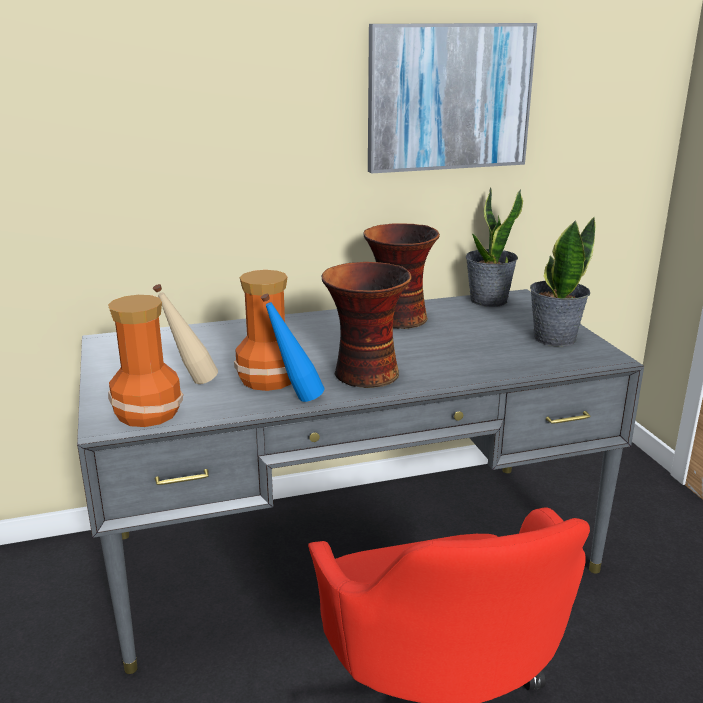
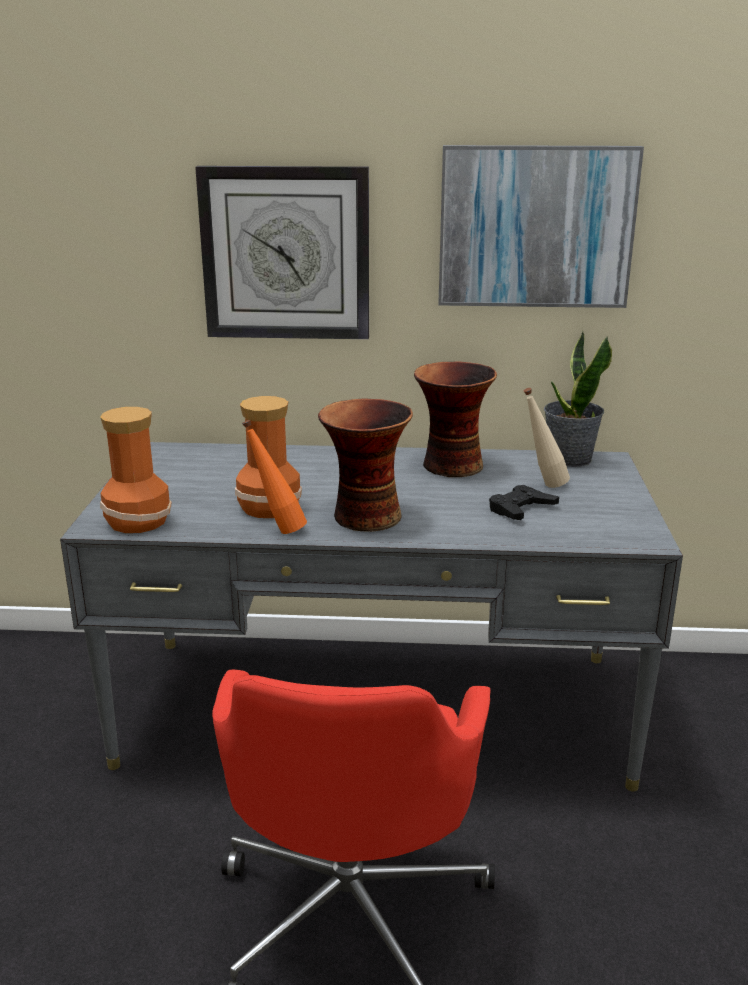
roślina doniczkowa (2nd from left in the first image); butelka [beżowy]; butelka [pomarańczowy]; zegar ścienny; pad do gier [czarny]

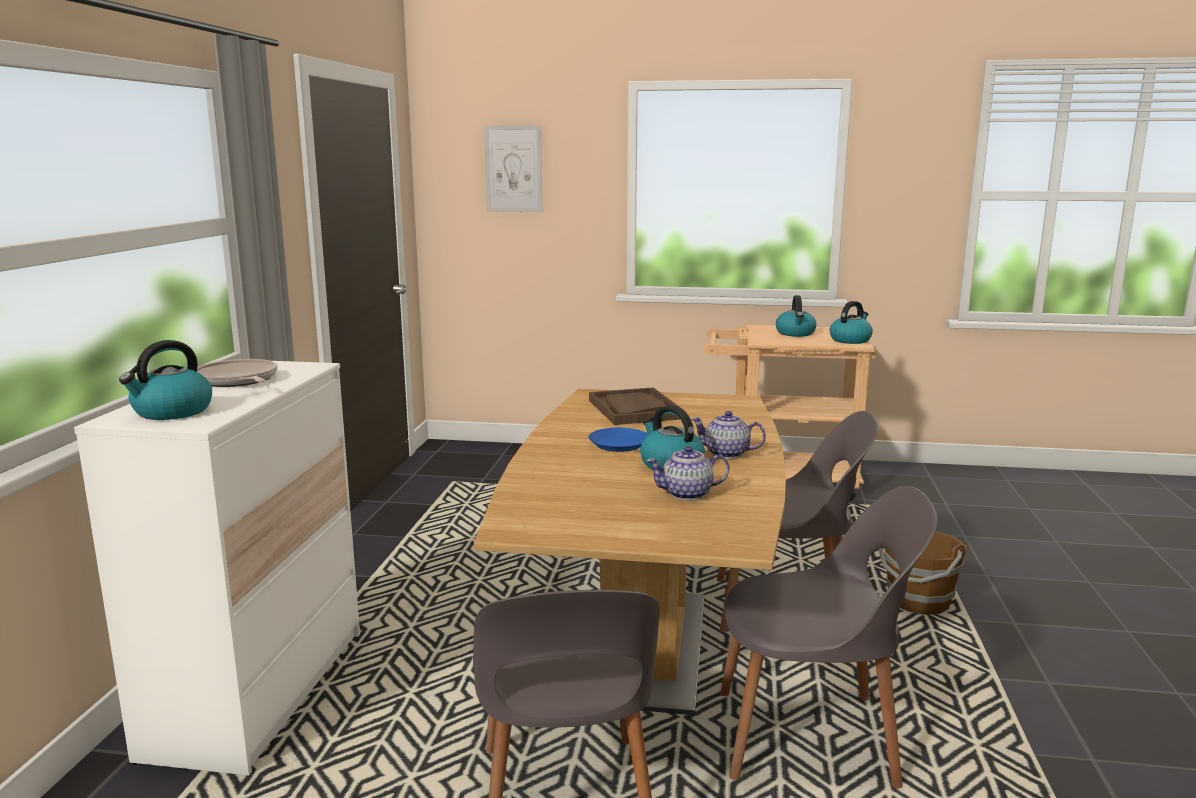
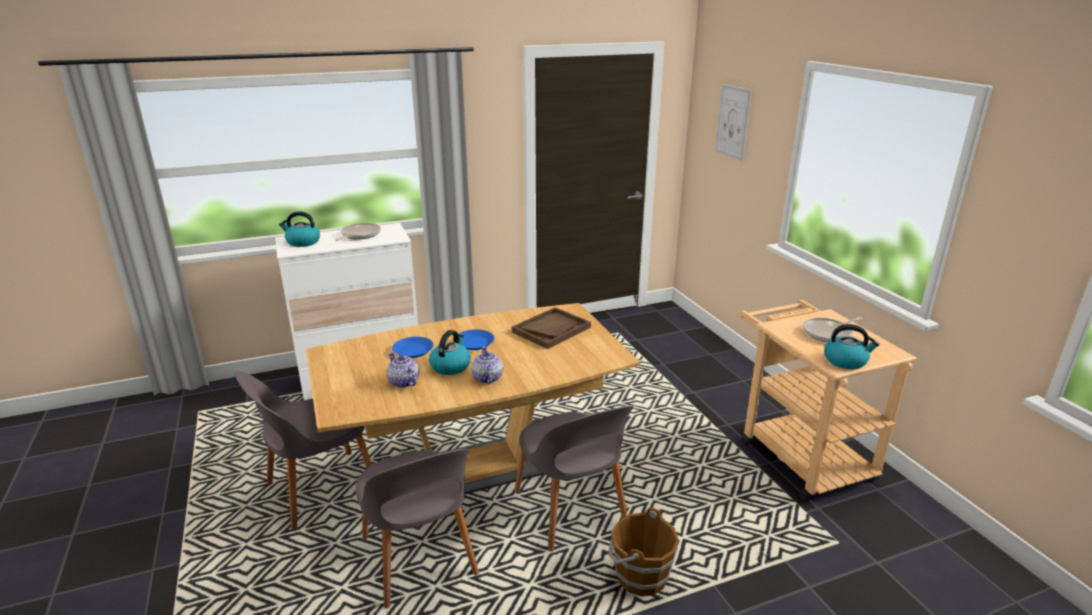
patelnia (2nd from left); talerz [niebieski] (1st from left)

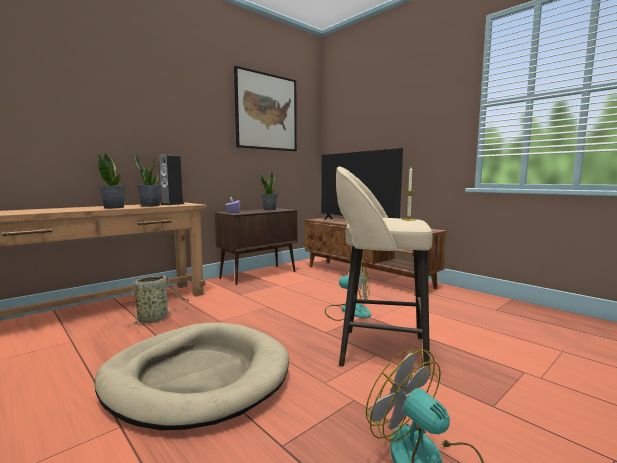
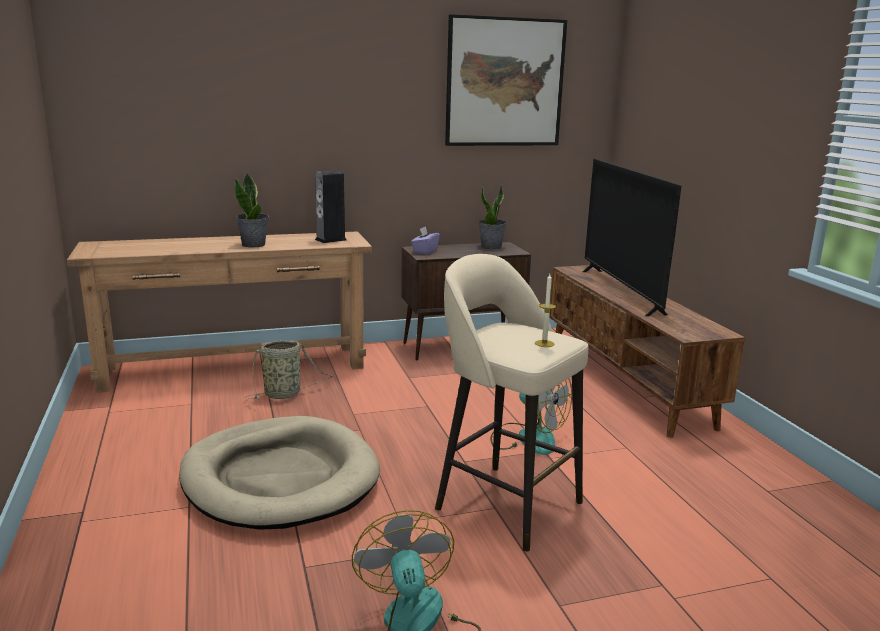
roślina doniczkowa (2nd from left in the first image)

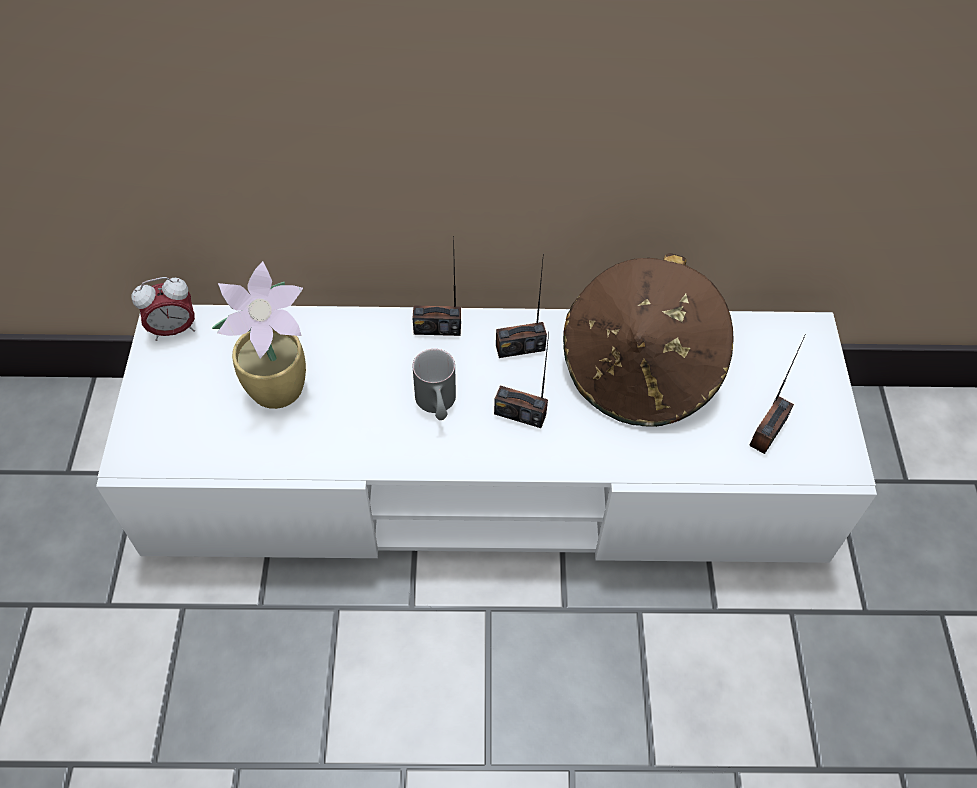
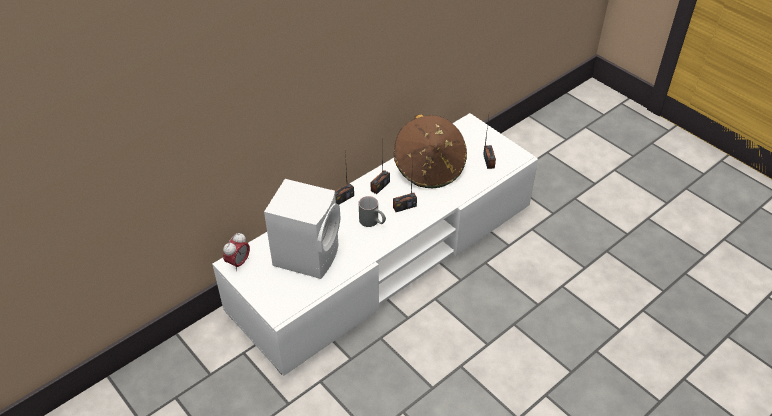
głośnik [biały]

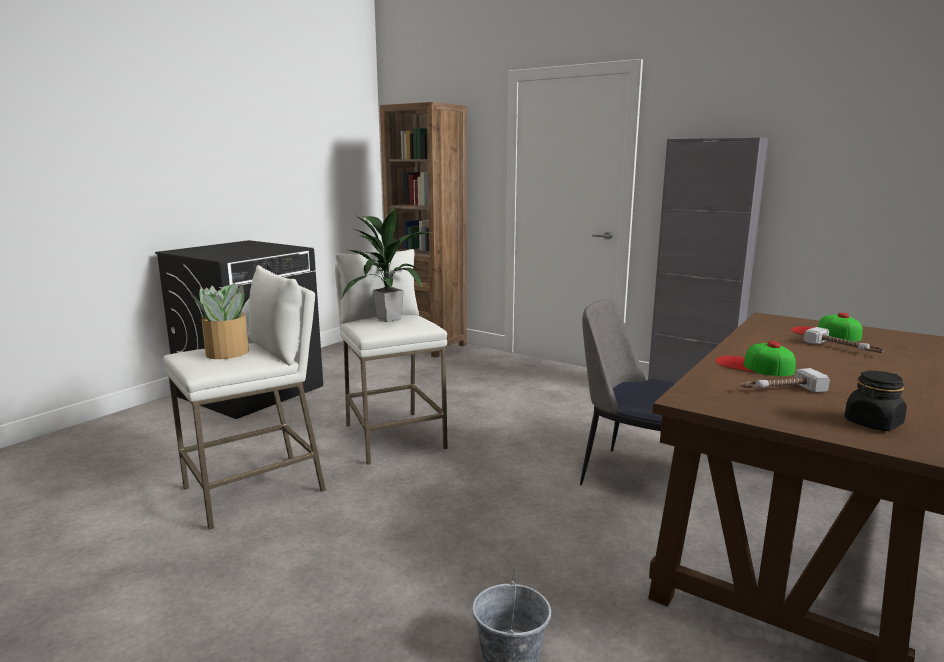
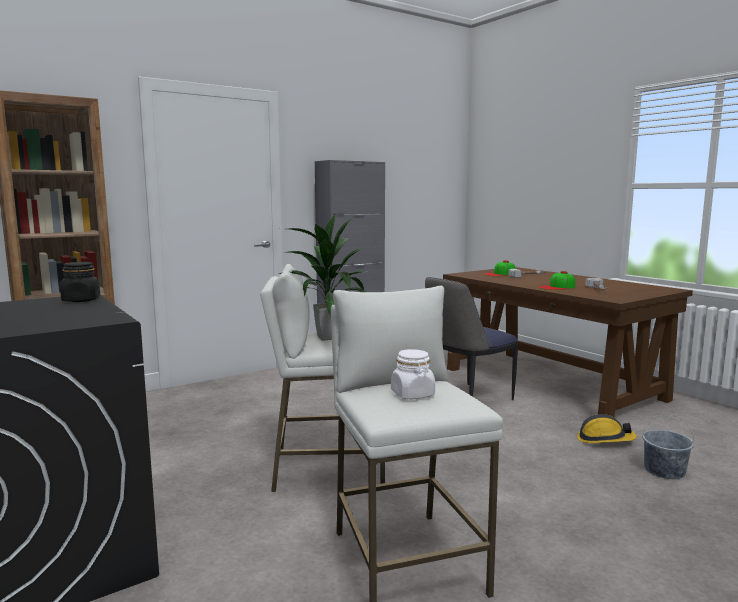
słoik [biały]; słoik [czarny]; kask

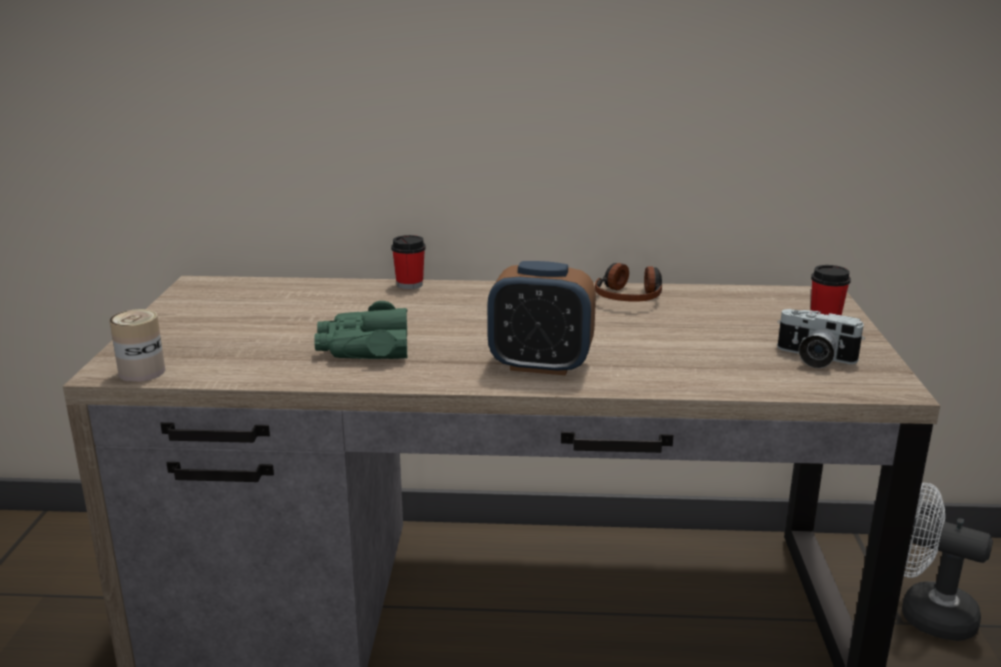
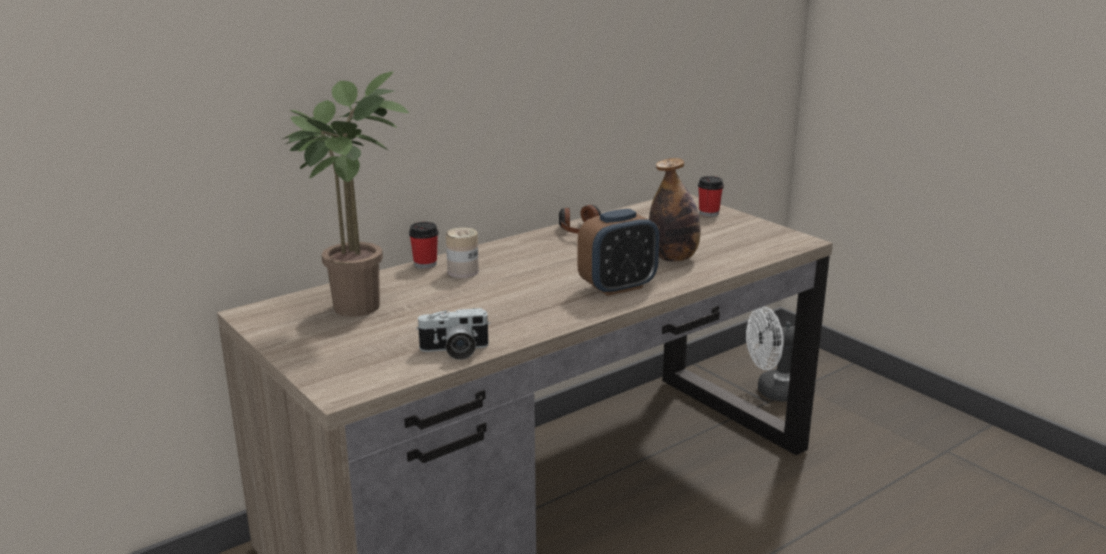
lornetka [zielony]; puszka; aparat fotograficzny; roślina doniczkowa; butelka

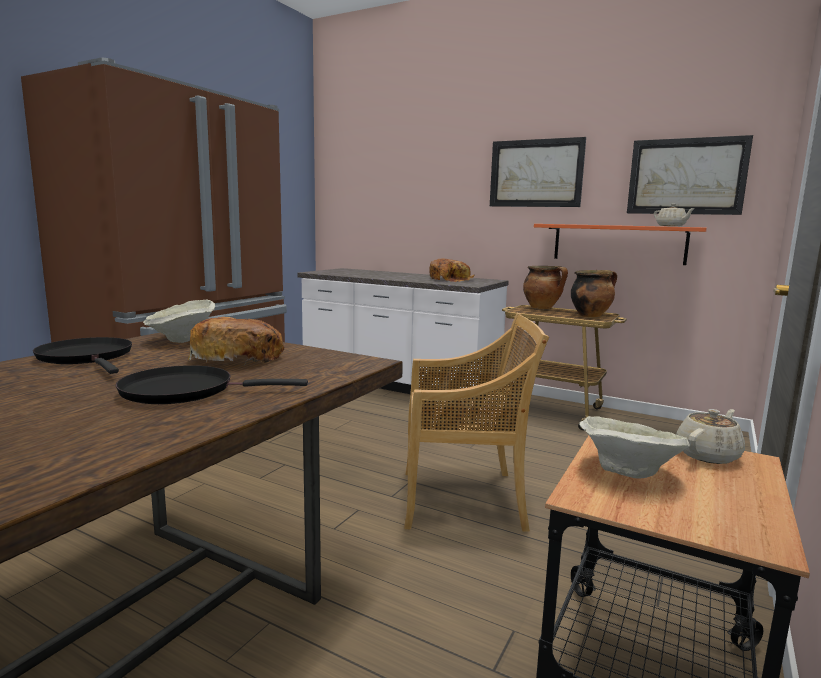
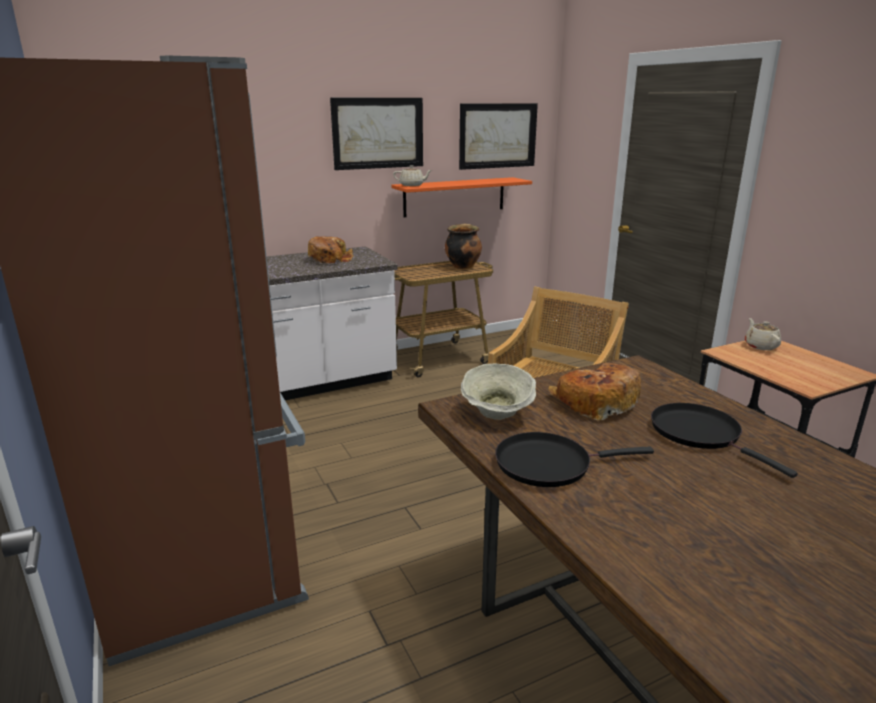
imbryk [beżowy] (1st from left); garnek (1st from left in the first image); patelnia [czarny] (2nd from left); miska [beżowy] (2nd from left in the first image)

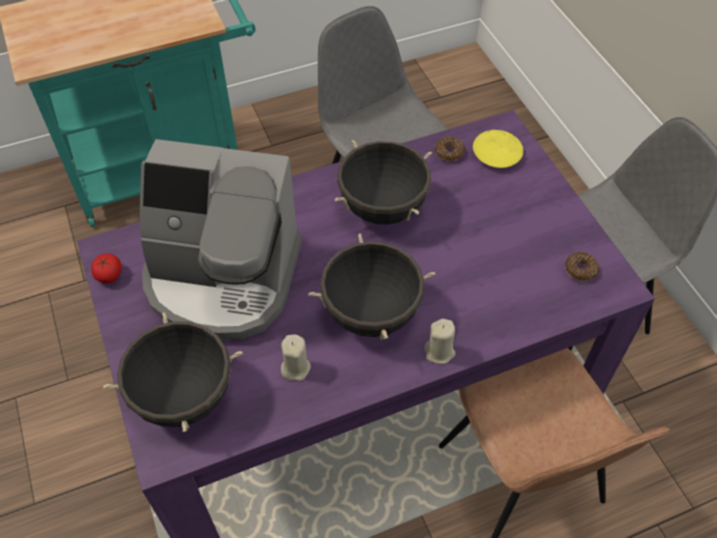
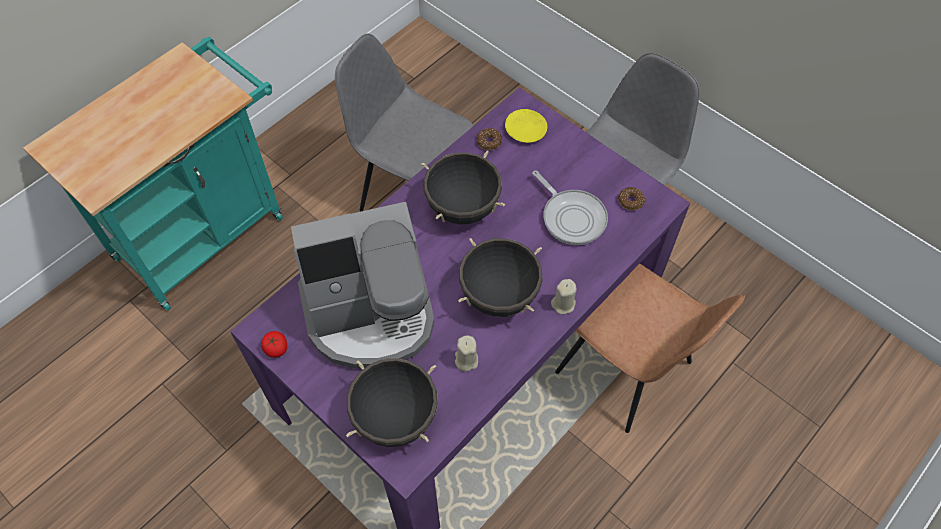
patelnia

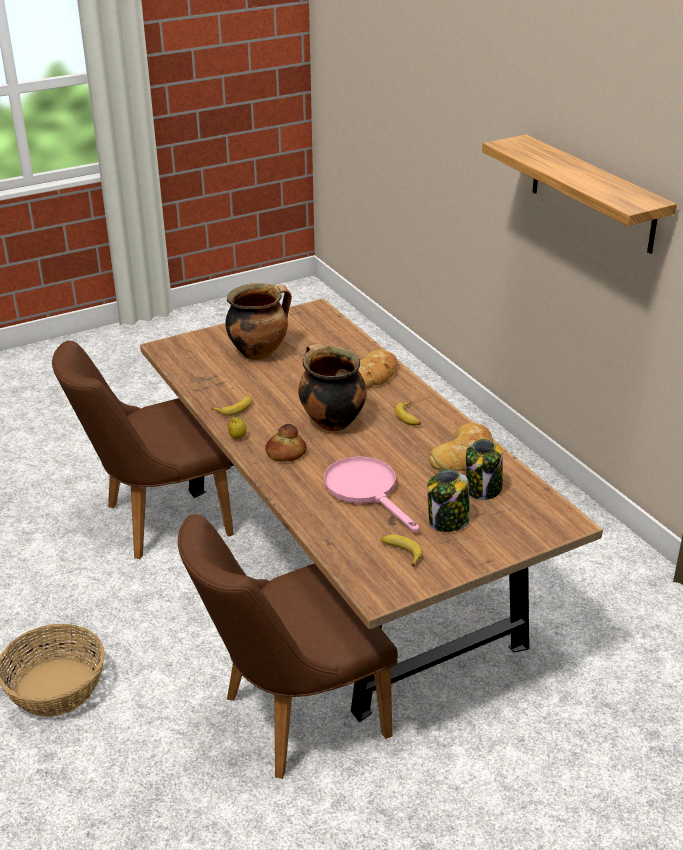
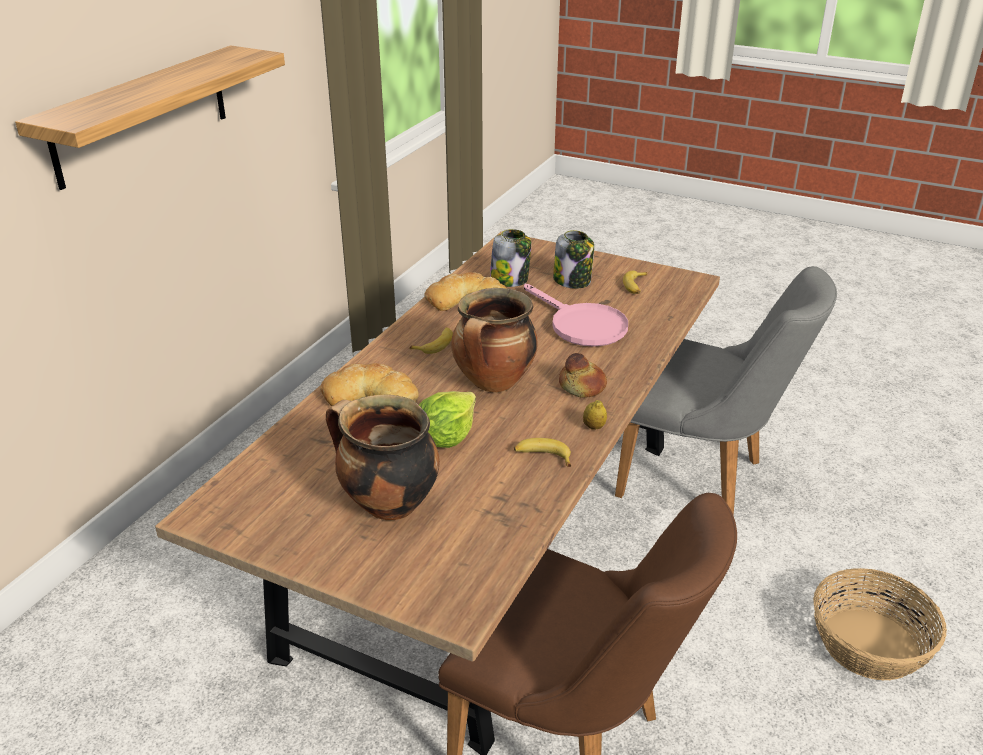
patelnia [różowy]; krzesło [szary]; sałata

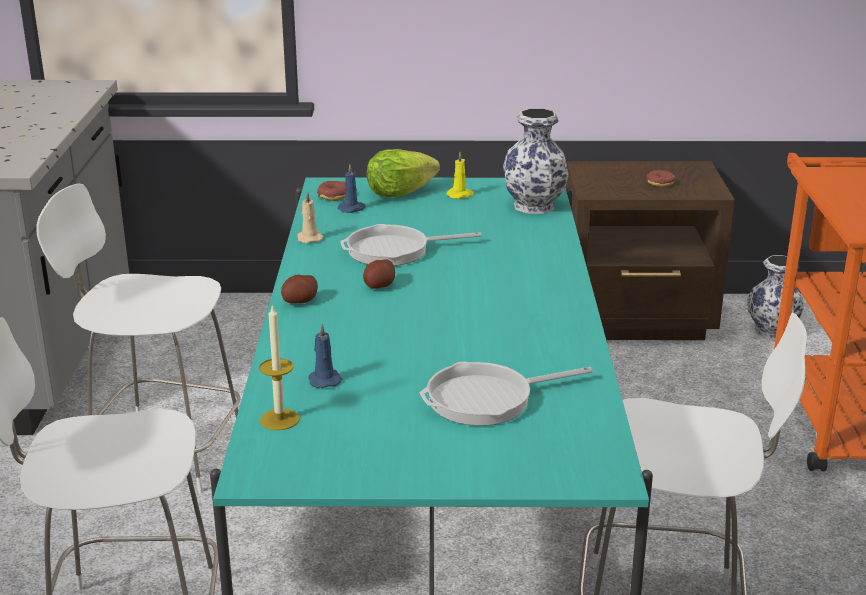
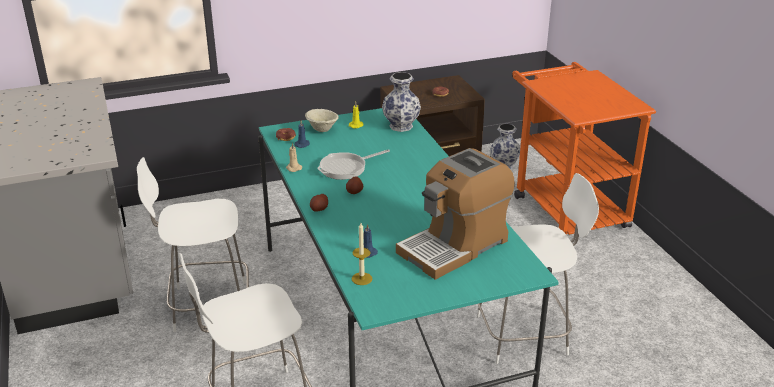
miska [beżowy]; ekspres do kawy

